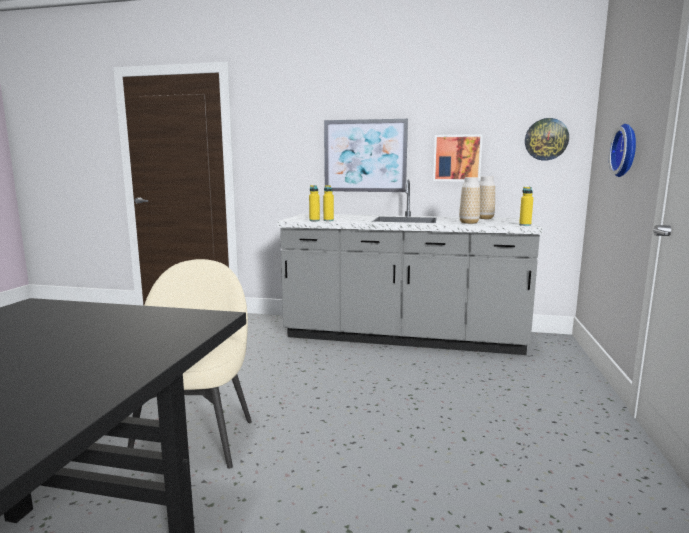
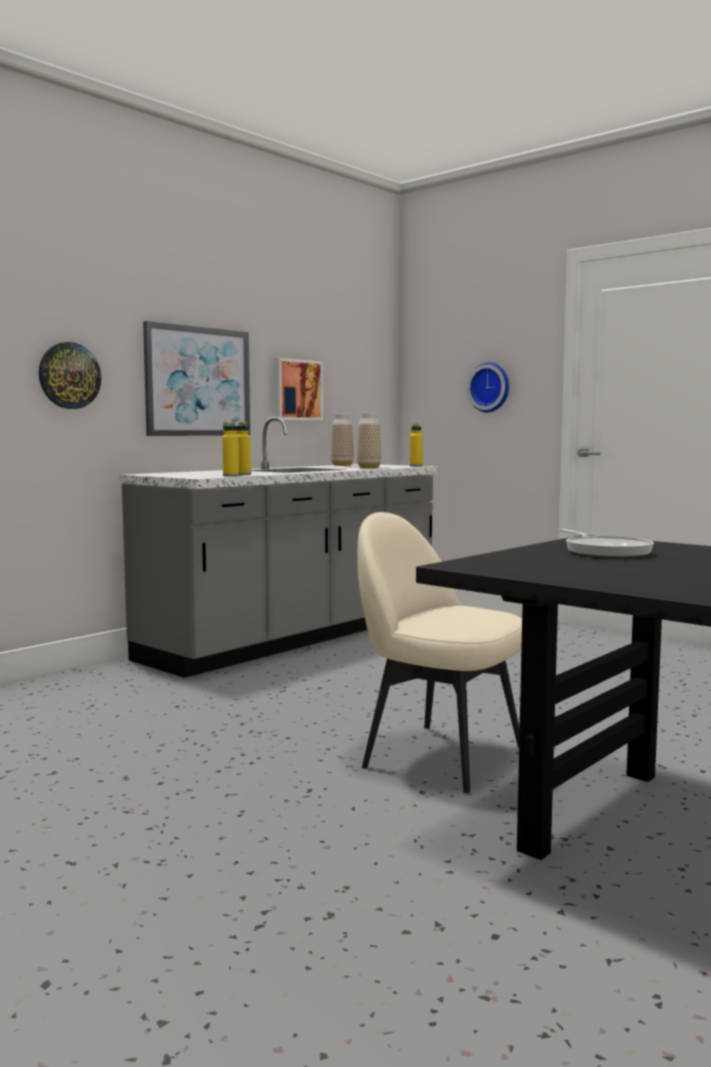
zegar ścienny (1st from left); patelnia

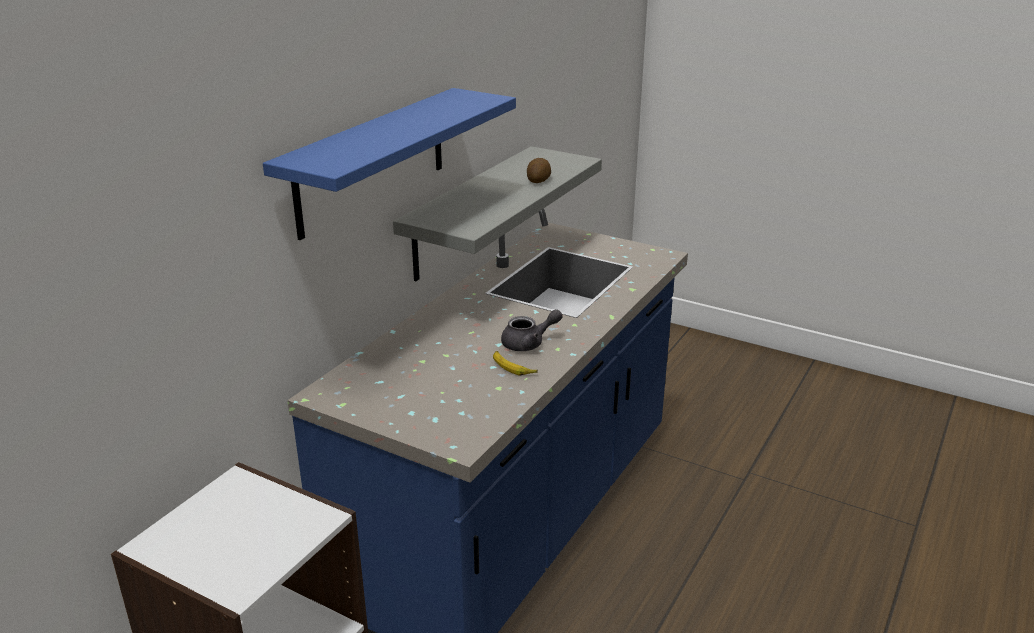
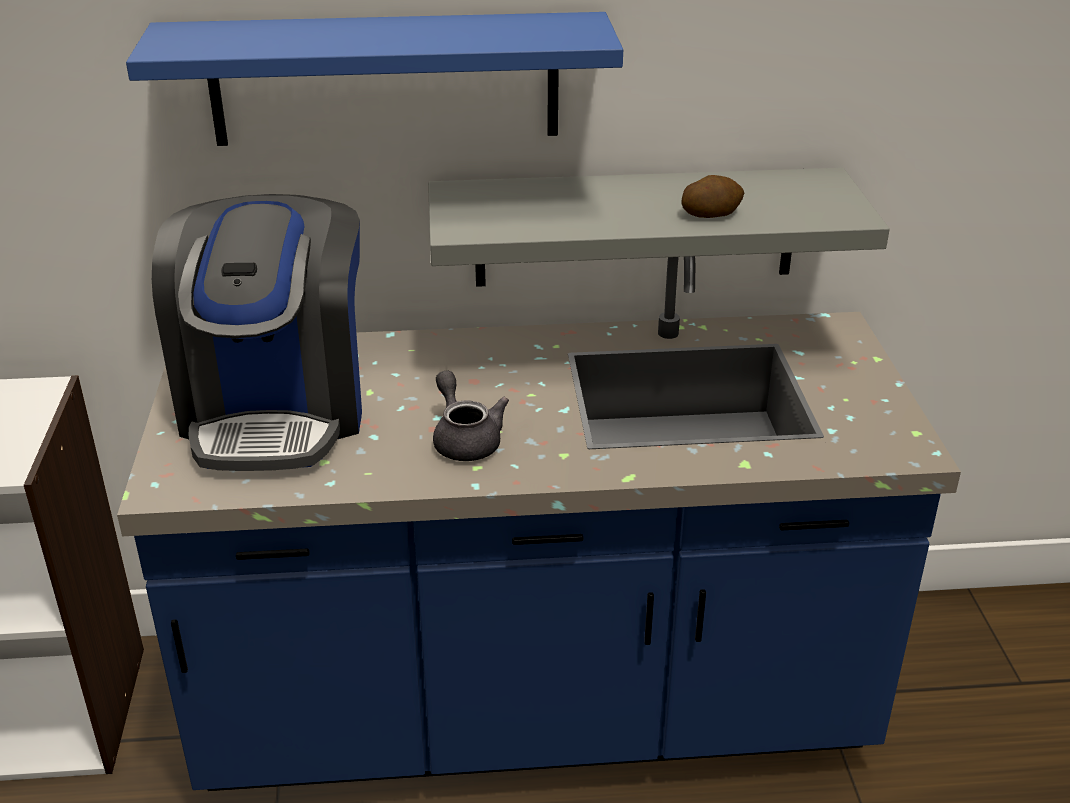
imbryk [szary]; banan; ekspres do kawy

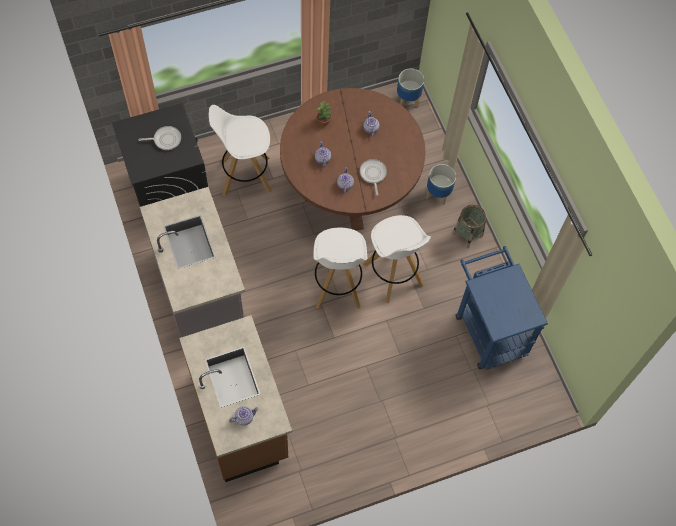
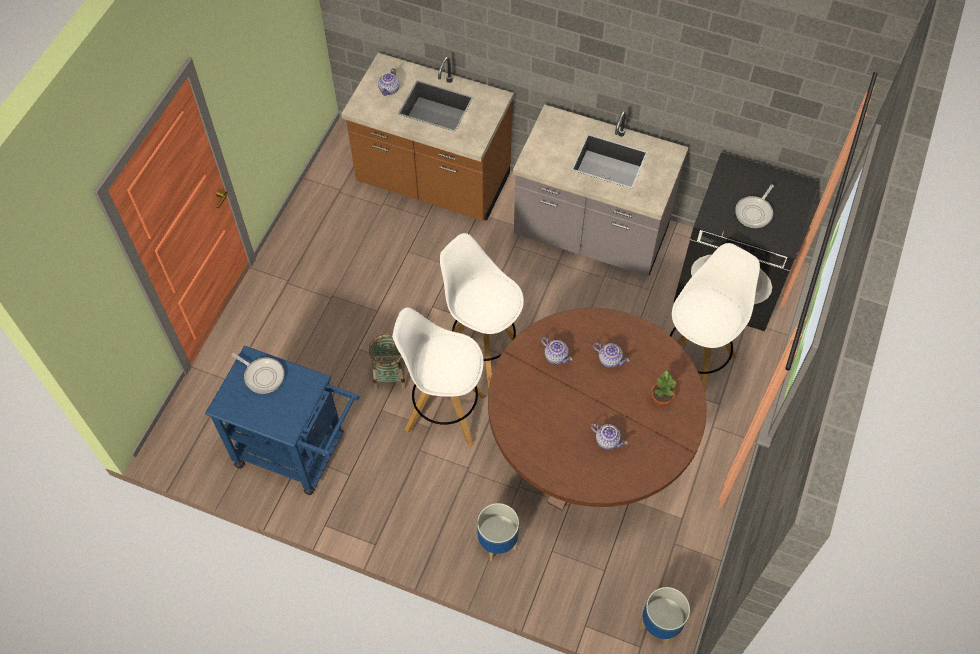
patelnia (1st from left); koszyk

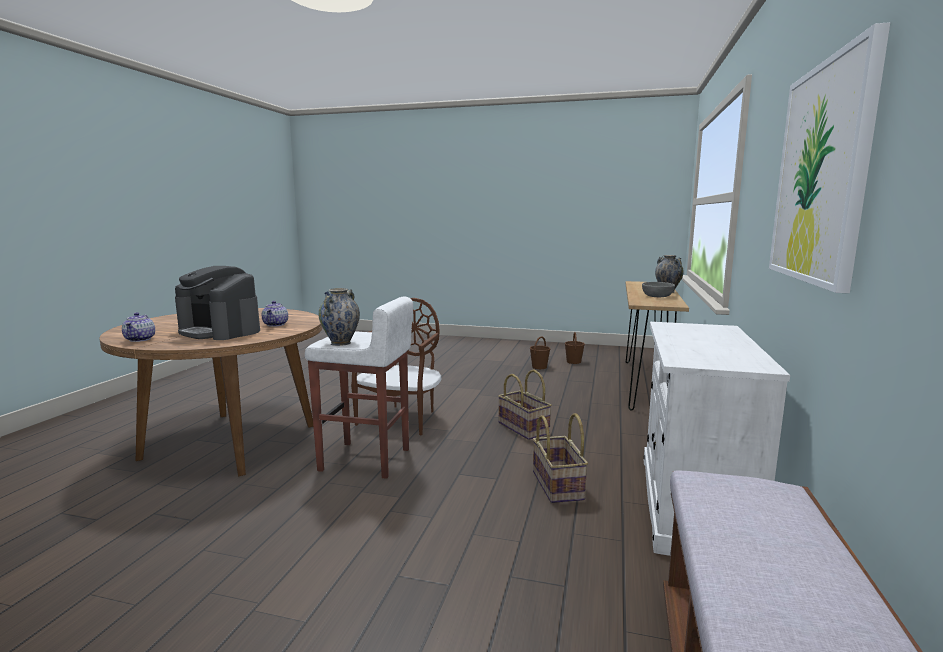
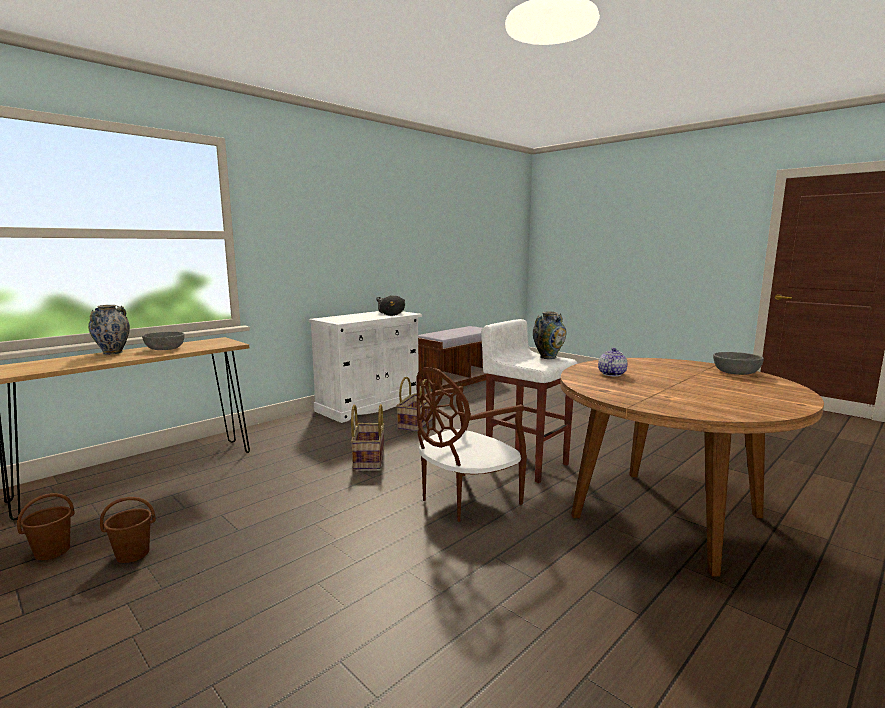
obraz; ekspres do kawy; miska [szary] (2nd from left); garnek

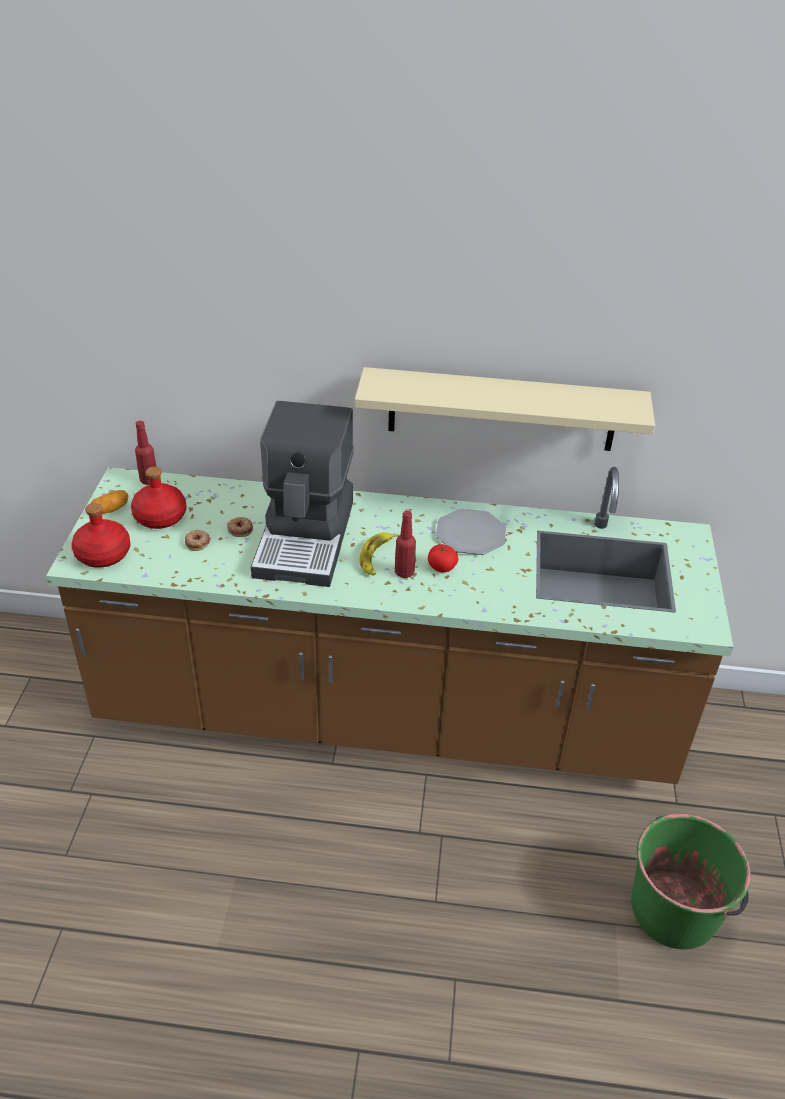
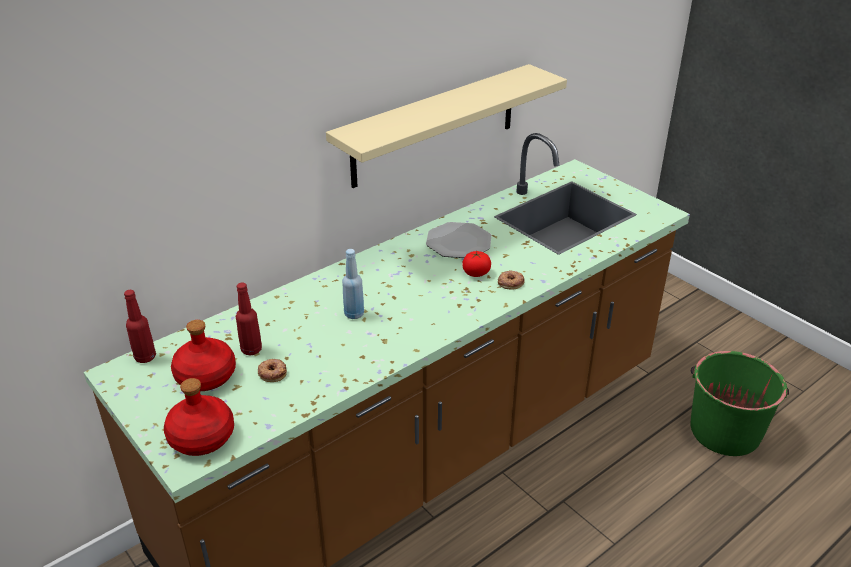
butelka [niebieski]; ziemniak; butelka [czerwony] (4th from left); donut (2nd from left); banan

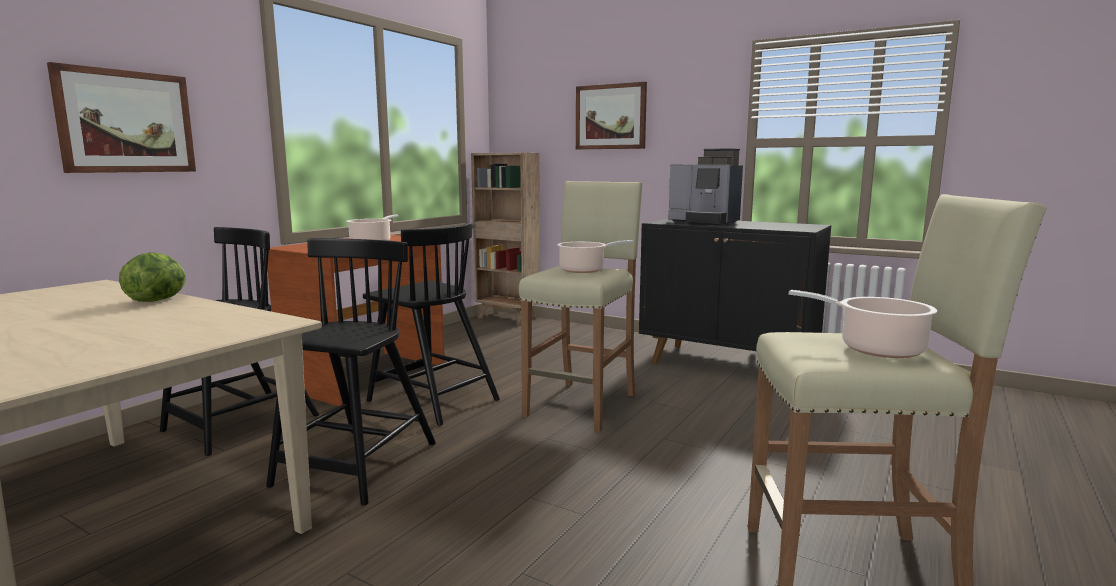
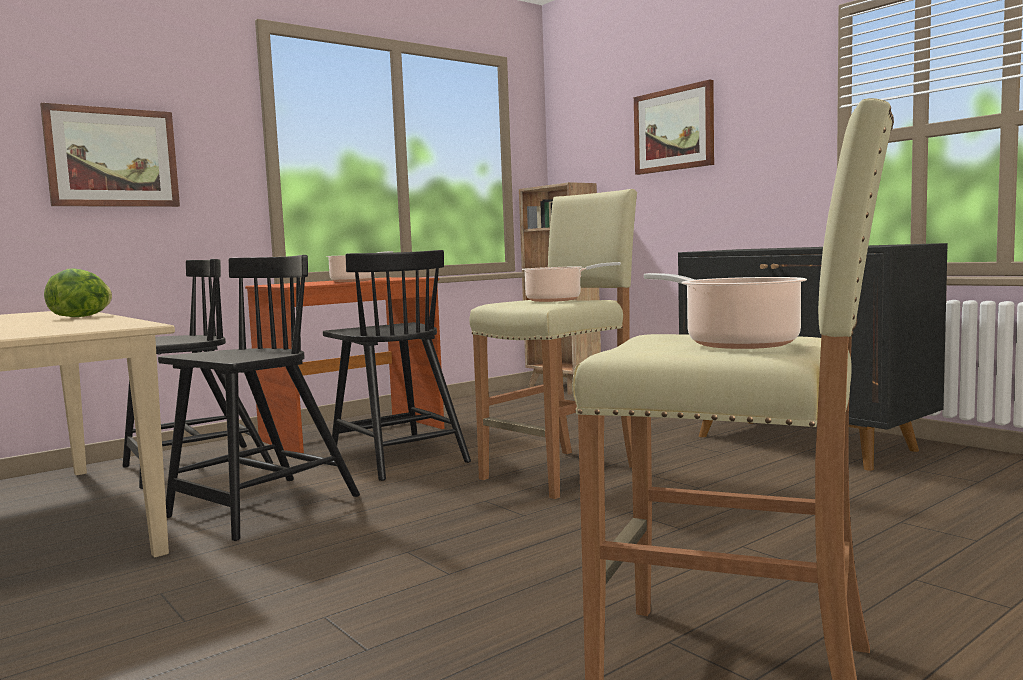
ekspres do kawy

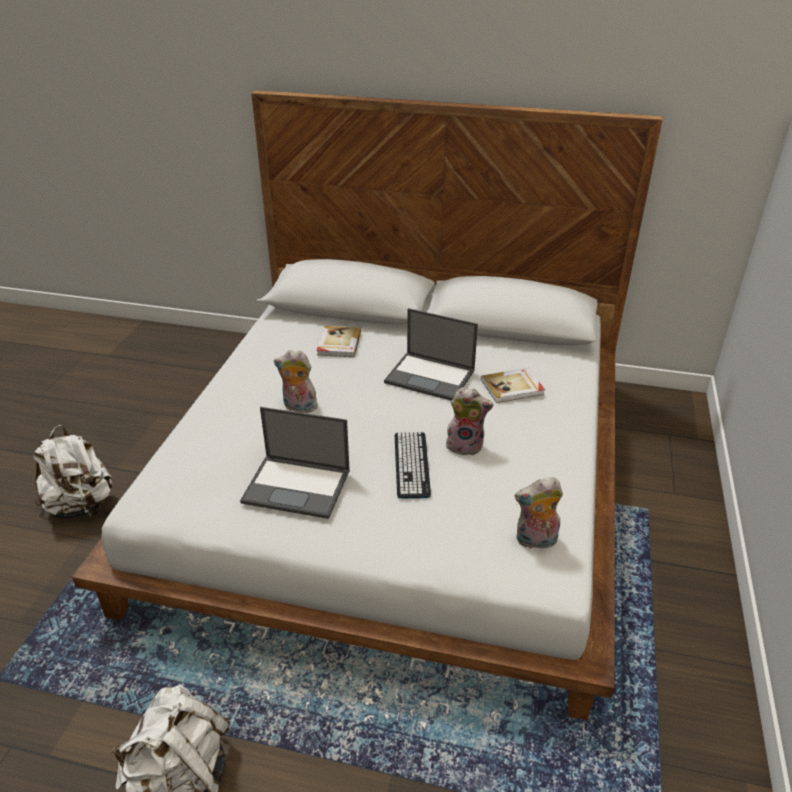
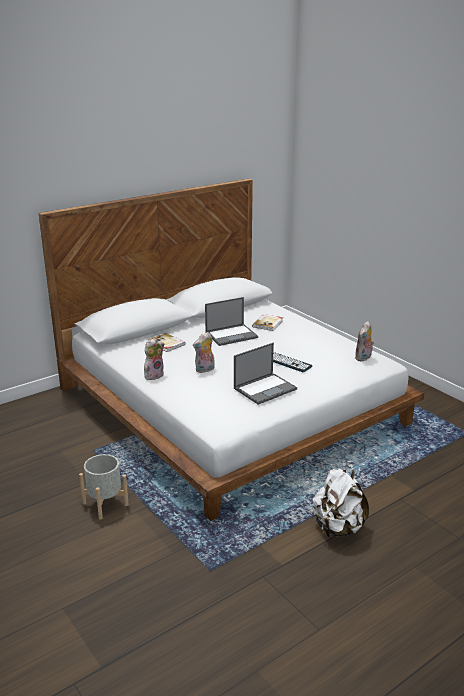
pluszak (1st from left); donica [szary]

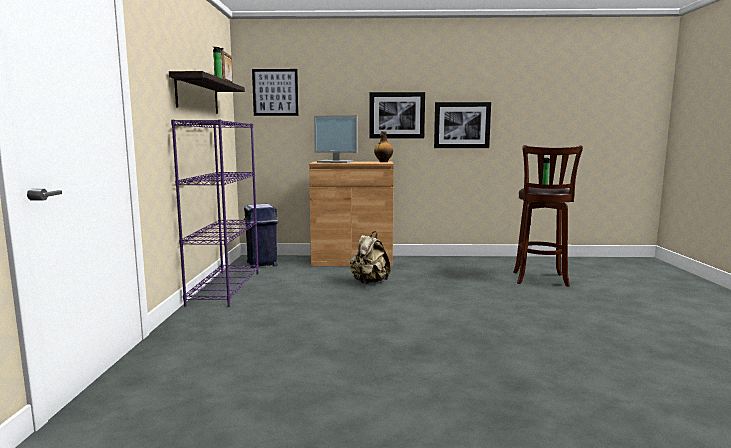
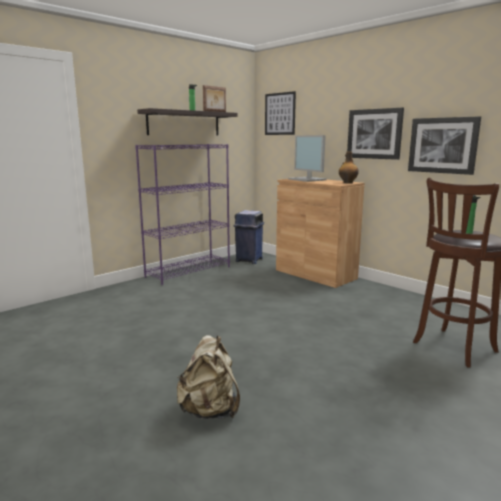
plecak [beżowy]

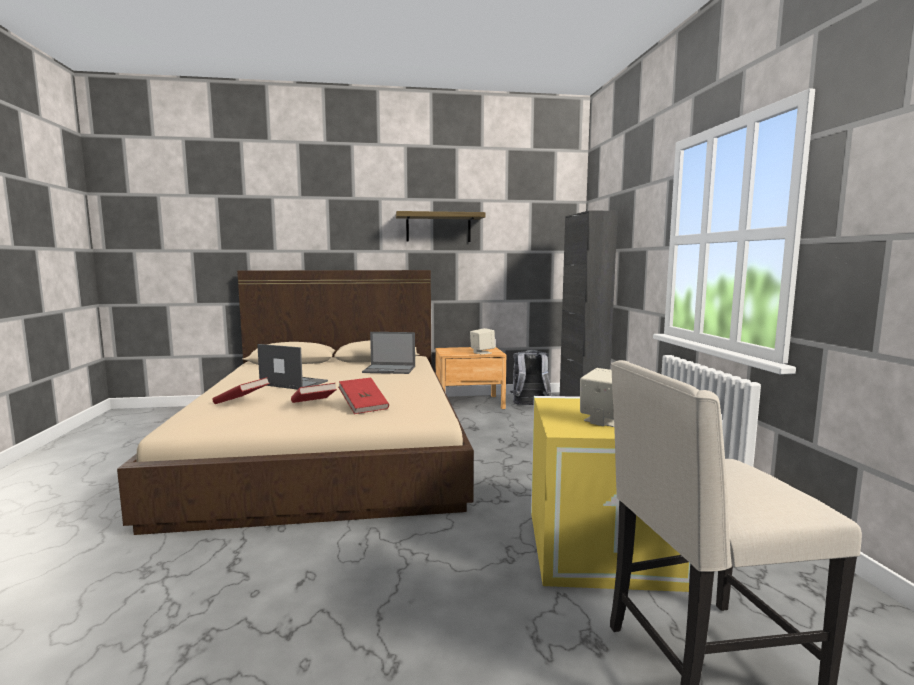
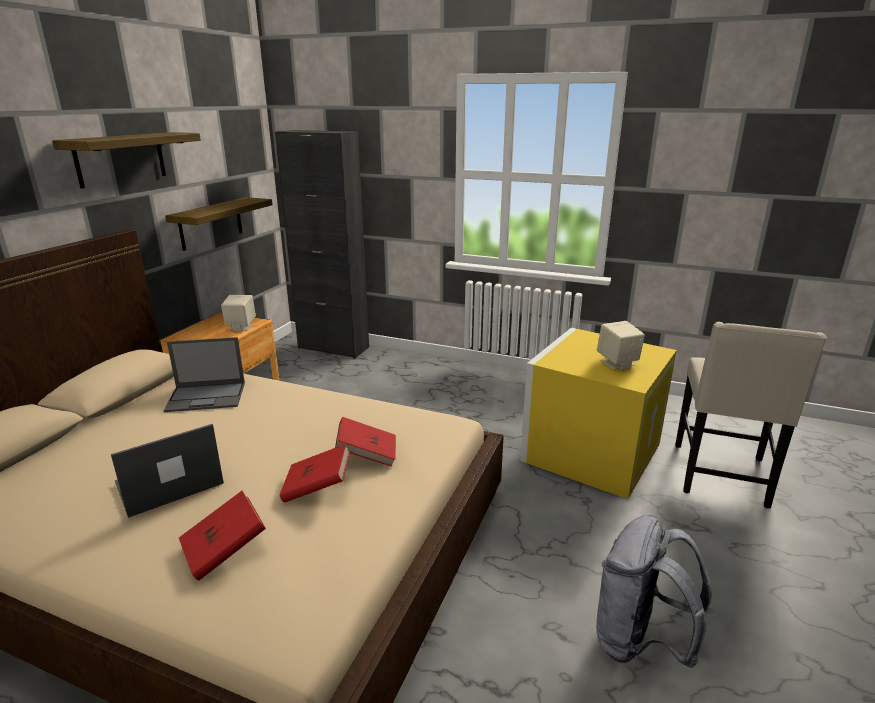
laptop (2nd from left); plecak [szary]; półka (2nd from left)

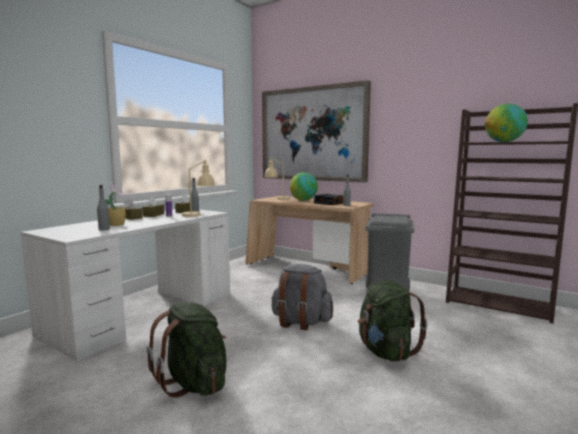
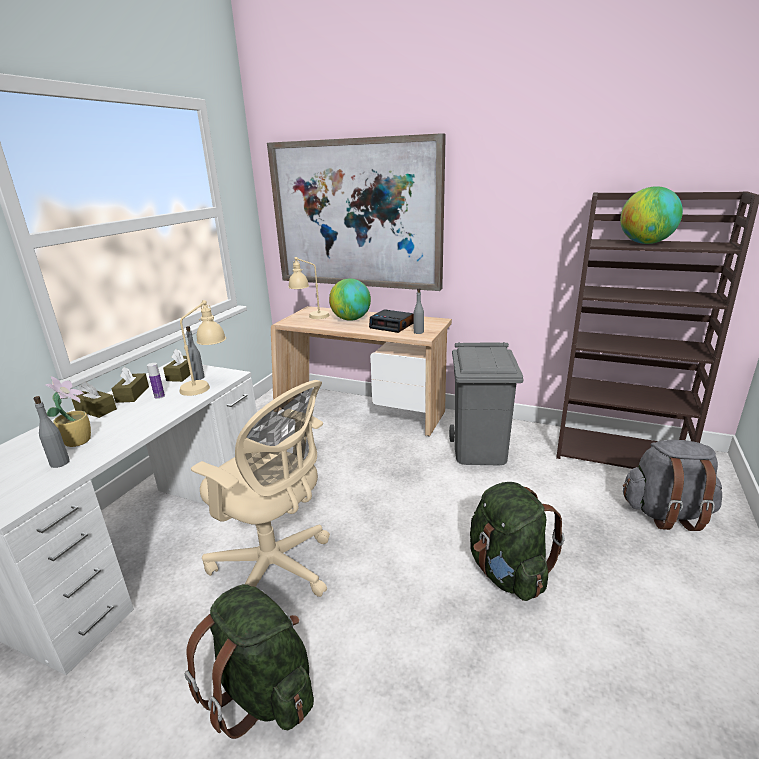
plecak [szary]; krzesło biurowe [beżowy]

